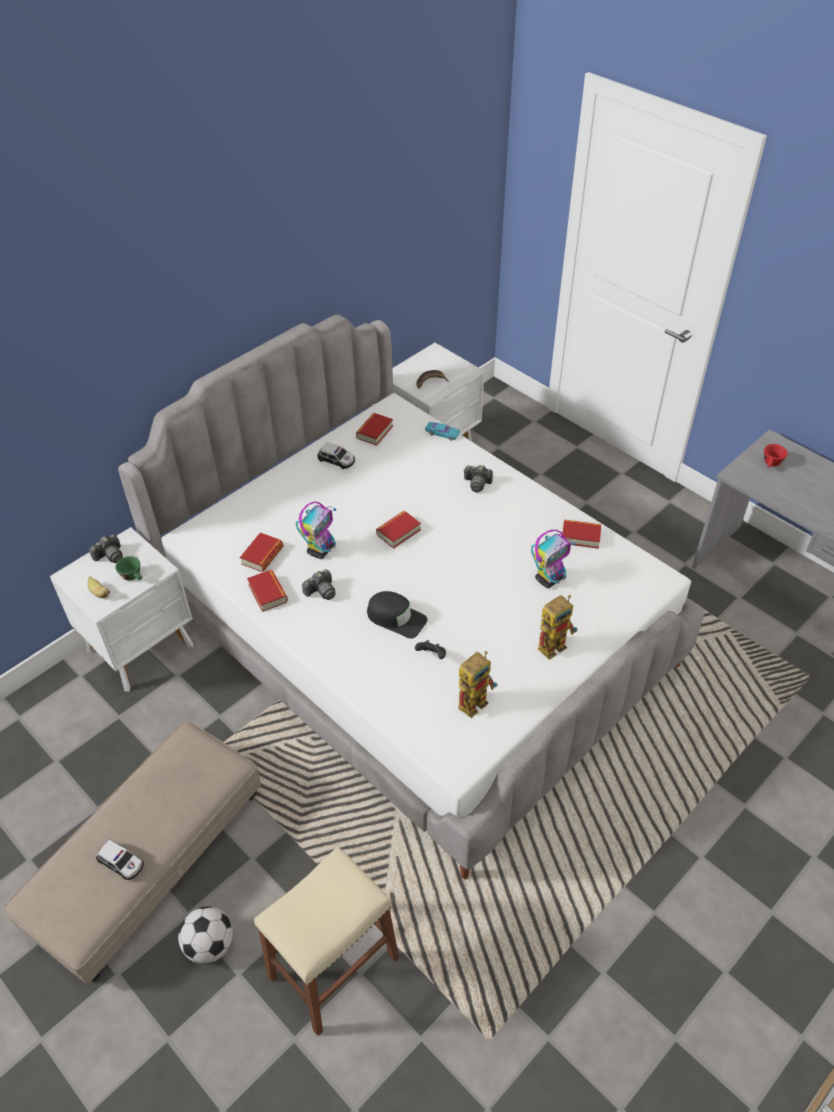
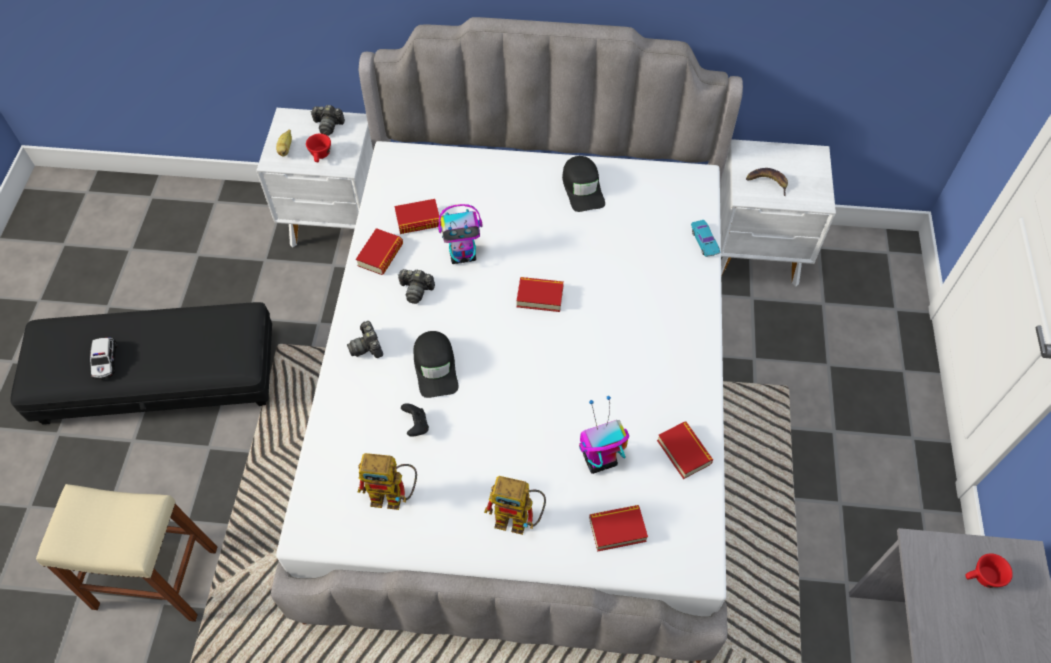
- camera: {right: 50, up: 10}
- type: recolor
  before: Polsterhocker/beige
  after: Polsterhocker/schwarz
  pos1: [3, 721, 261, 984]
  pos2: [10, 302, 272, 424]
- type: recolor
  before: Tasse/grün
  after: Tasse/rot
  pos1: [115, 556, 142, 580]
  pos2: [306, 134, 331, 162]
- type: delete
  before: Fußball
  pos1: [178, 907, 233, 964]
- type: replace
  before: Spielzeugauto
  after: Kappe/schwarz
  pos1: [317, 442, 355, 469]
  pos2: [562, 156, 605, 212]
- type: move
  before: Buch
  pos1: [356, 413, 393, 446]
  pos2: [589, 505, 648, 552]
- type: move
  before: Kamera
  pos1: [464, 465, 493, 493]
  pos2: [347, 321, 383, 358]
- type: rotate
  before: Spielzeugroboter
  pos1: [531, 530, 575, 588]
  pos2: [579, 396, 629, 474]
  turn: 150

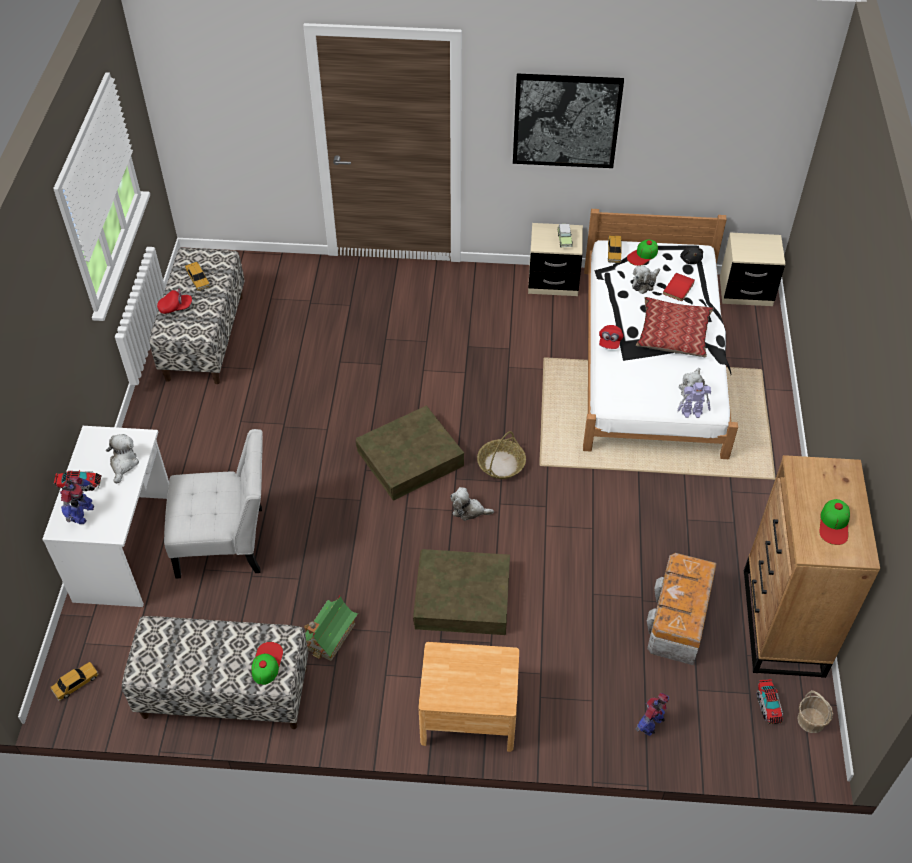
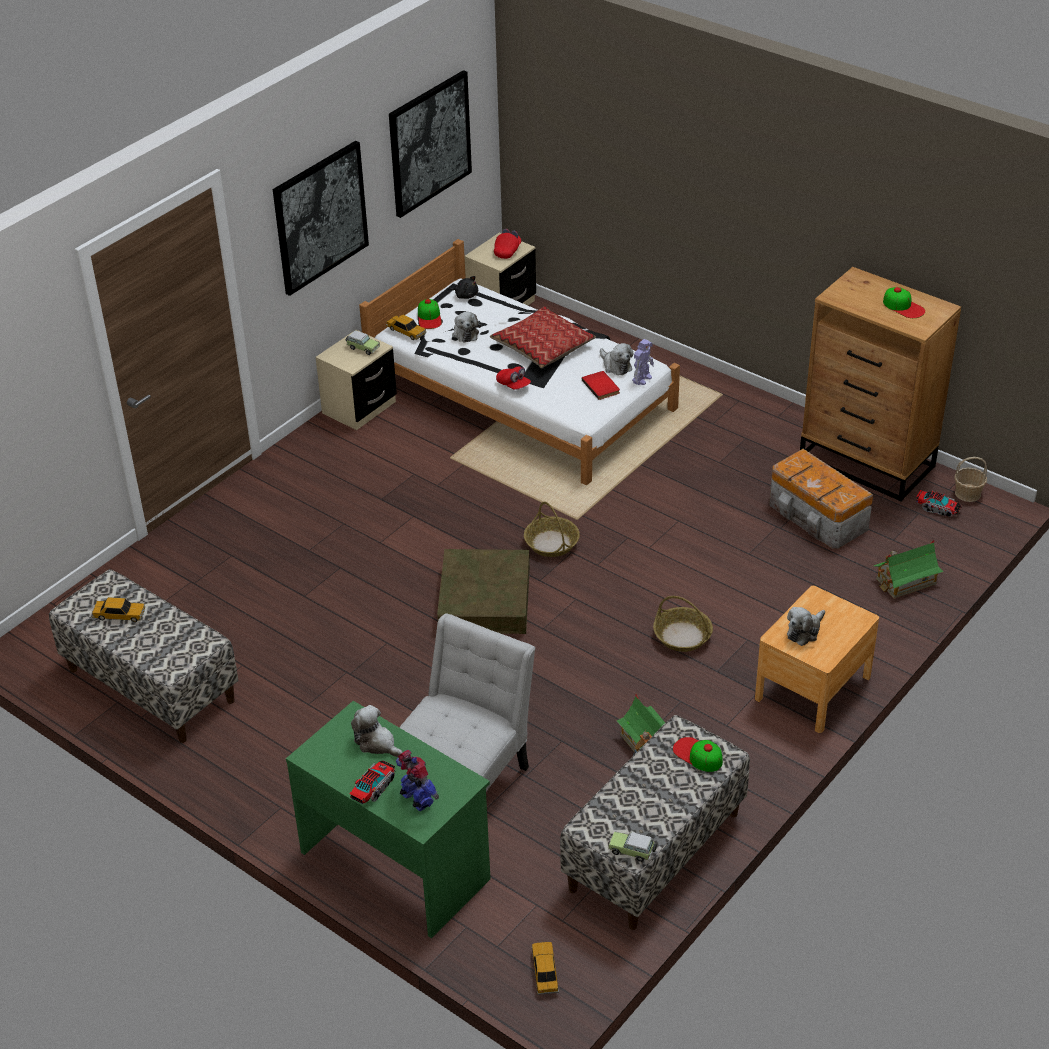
- camera: {right: -55, up: -10}
- type: recolor
  before: Schreibtisch/weiß
  after: Schreibtisch/grün
  pos1: [42, 426, 169, 607]
  pos2: [286, 701, 491, 938]
- type: move
  before: Kappe/rot
  pos1: [157, 289, 192, 314]
  pos2: [494, 229, 521, 259]
- type: replace
  before: Aufbewahrungsbox/braun
  after: Korb
  pos1: [413, 549, 510, 635]
  pos2: [653, 596, 713, 652]
- type: move
  before: Plüschtier
  pos1: [451, 487, 494, 521]
  pos2: [787, 607, 825, 646]
- type: replace
  before: Spielzeugroboter
  after: Spielzeughaus
  pos1: [635, 693, 669, 736]
  pos2: [873, 540, 943, 599]
- type: move
  before: Buch/rot
  pos1: [663, 273, 695, 301]
  pos2: [582, 371, 620, 400]
- type: insert
  after: Bild
  pos2: [389, 70, 472, 218]
- type: insert
  after: Spielzeugauto
  pos2: [609, 832, 657, 862]

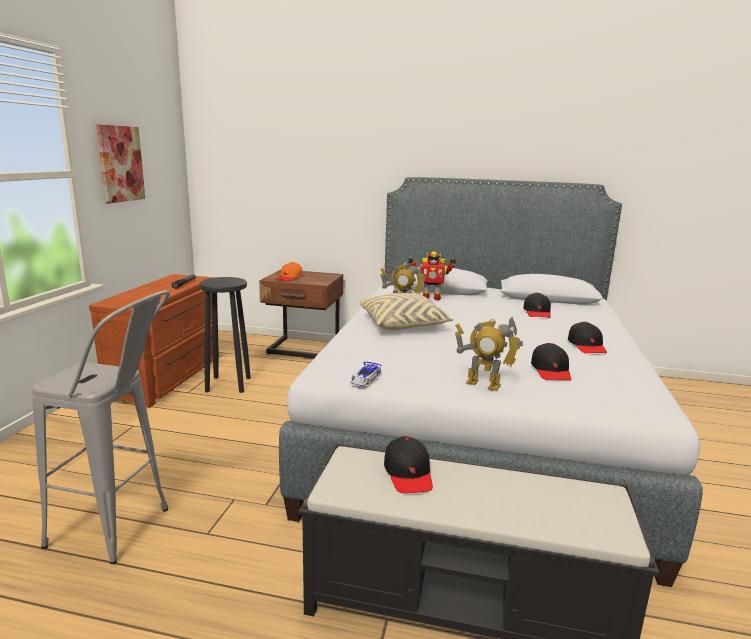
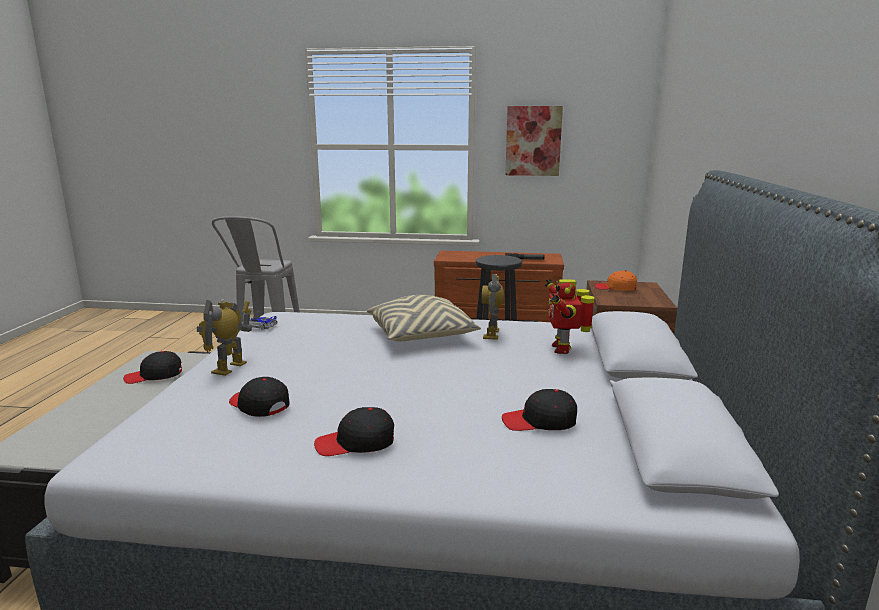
- camera: {right: 85, up: 0}
- type: rotate
  before: Kappe/schwarz
  pos1: [531, 343, 571, 381]
  pos2: [229, 377, 290, 417]
  turn: 45

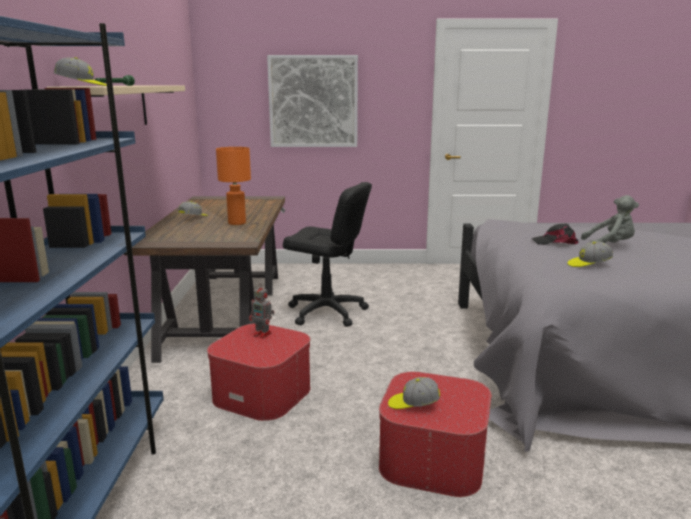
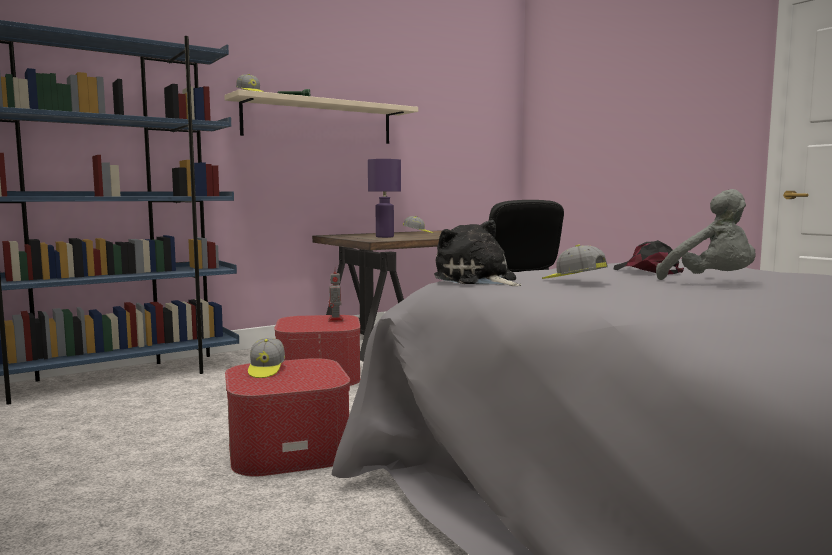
- camera: {right: 55, up: -10}
- type: delete
  before: Tischlampe/orange
  pos1: [216, 147, 251, 225]
- type: delete
  before: Bild
  pos1: [267, 55, 358, 147]
- type: rotate
  before: Kappe
  pos1: [388, 377, 440, 409]
  pos2: [248, 338, 285, 378]
  turn: -150
- type: insert
  after: Tischlampe/lila
  pos2: [368, 159, 401, 238]
- type: insert
  after: Plüschtier
  pos2: [434, 220, 521, 286]

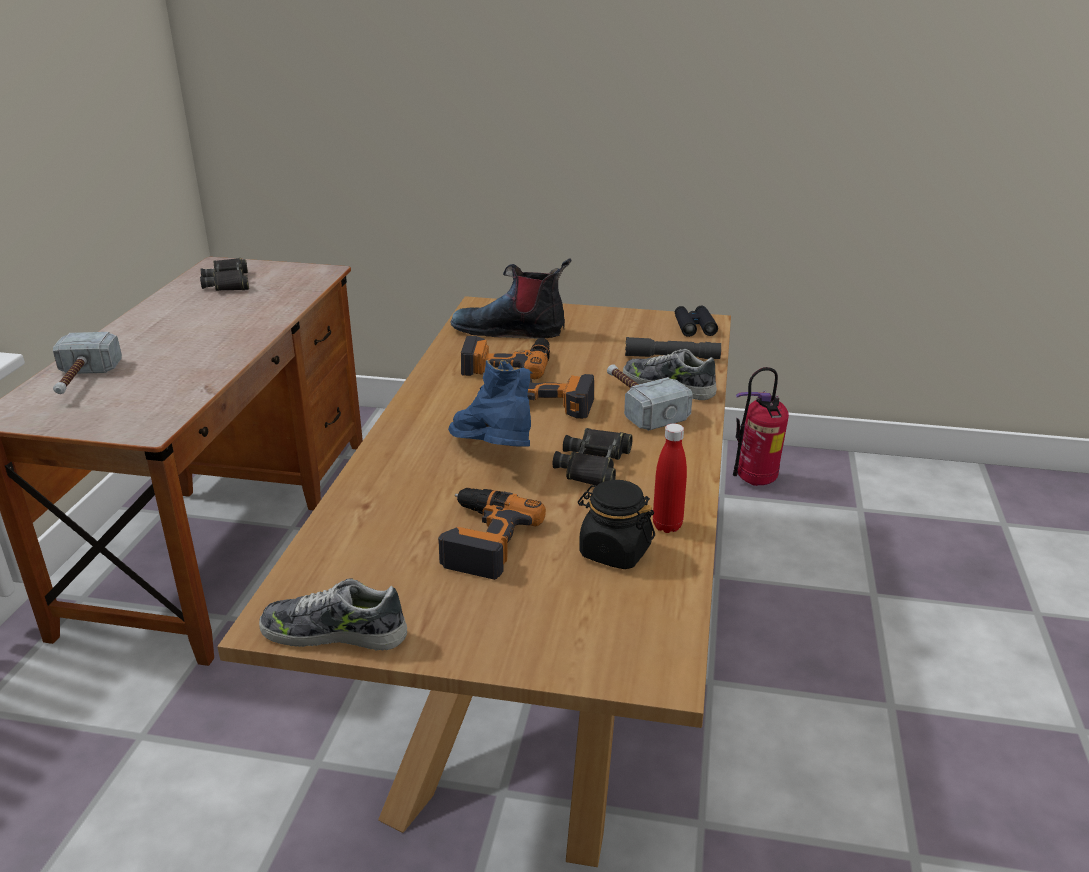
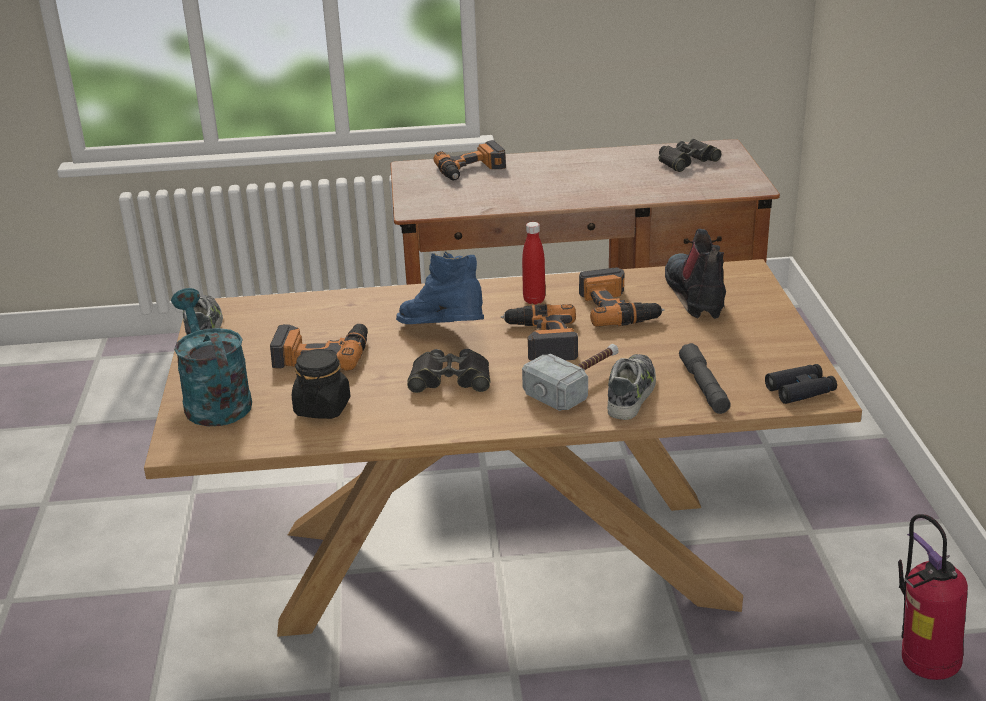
- camera: {right: 75, up: 0}
- type: replace
  before: Hammer
  after: Bohrmaschine
  pos1: [53, 332, 122, 394]
  pos2: [434, 140, 506, 181]
- type: rotate
  before: Stiefel/blau
  pos1: [448, 360, 533, 447]
  pos2: [396, 251, 484, 324]
  turn: -90
- type: move
  before: Flasche/rot
  pos1: [653, 424, 687, 533]
  pos2: [522, 222, 545, 305]
- type: insert
  after: Gießkanne/türkis
  pos2: [171, 288, 252, 426]

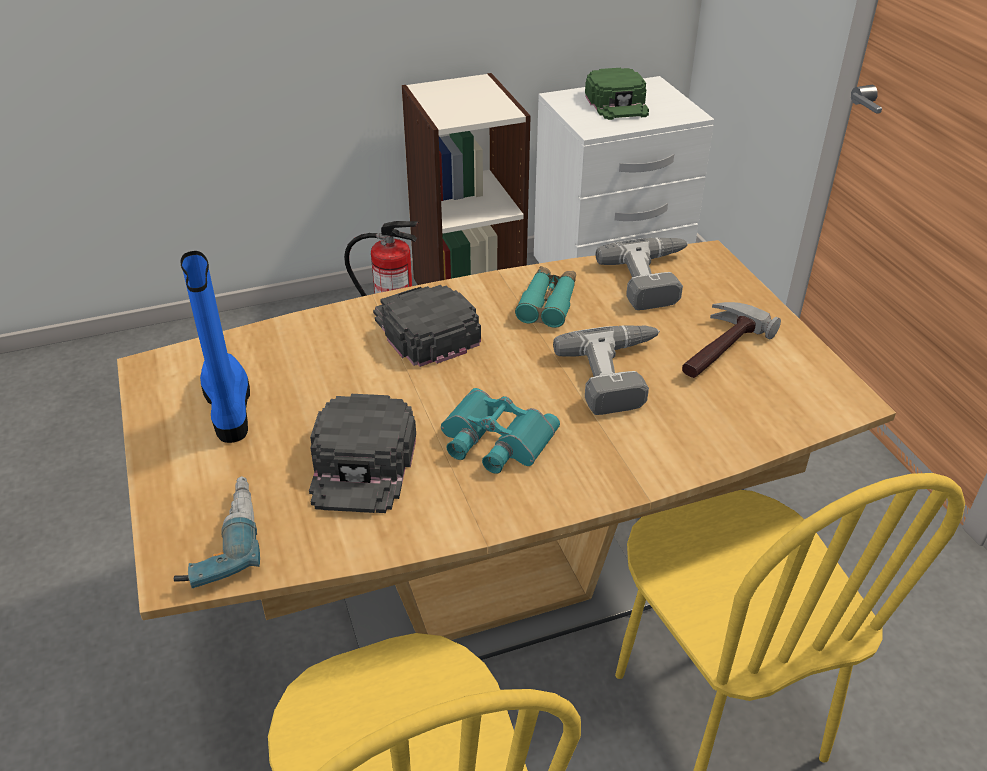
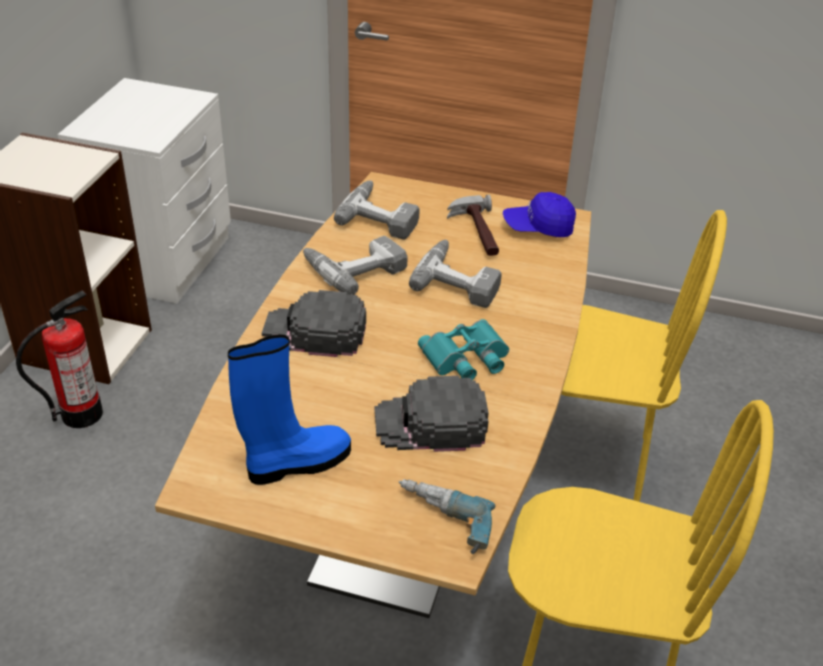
- camera: {right: -55, up: 0}
- type: rotate
  before: Stiefel/blau
  pos1: [180, 251, 250, 443]
  pos2: [228, 334, 351, 485]
  turn: 135
- type: rotate
  before: Kappe/schwarz
  pos1: [309, 394, 416, 513]
  pos2: [374, 376, 489, 452]
  turn: 135
- type: replace
  before: Fernglas/türkis
  after: Bohrmaschine
  pos1: [515, 266, 576, 328]
  pos2: [303, 236, 408, 295]
- type: delete
  before: Kappe/grün
  pos1: [585, 68, 649, 120]
- type: insert
  after: Kappe/blau
  pos2: [503, 192, 576, 237]

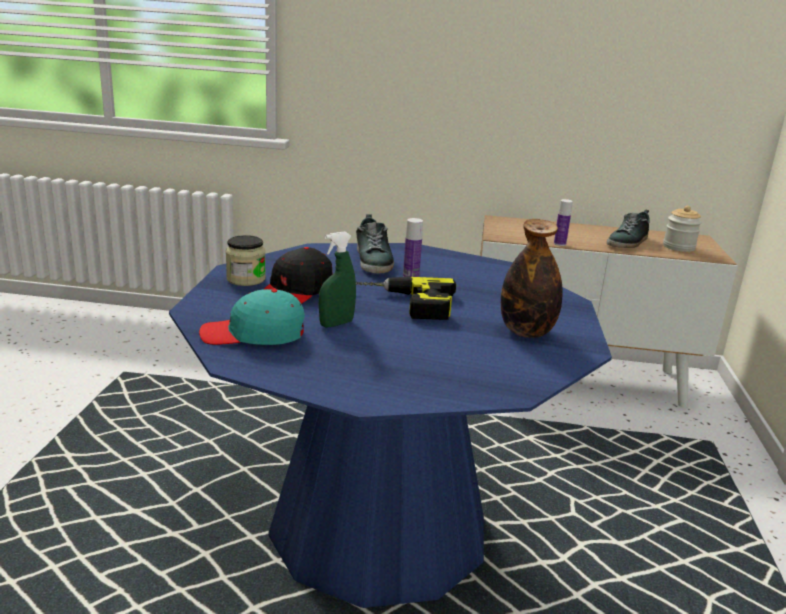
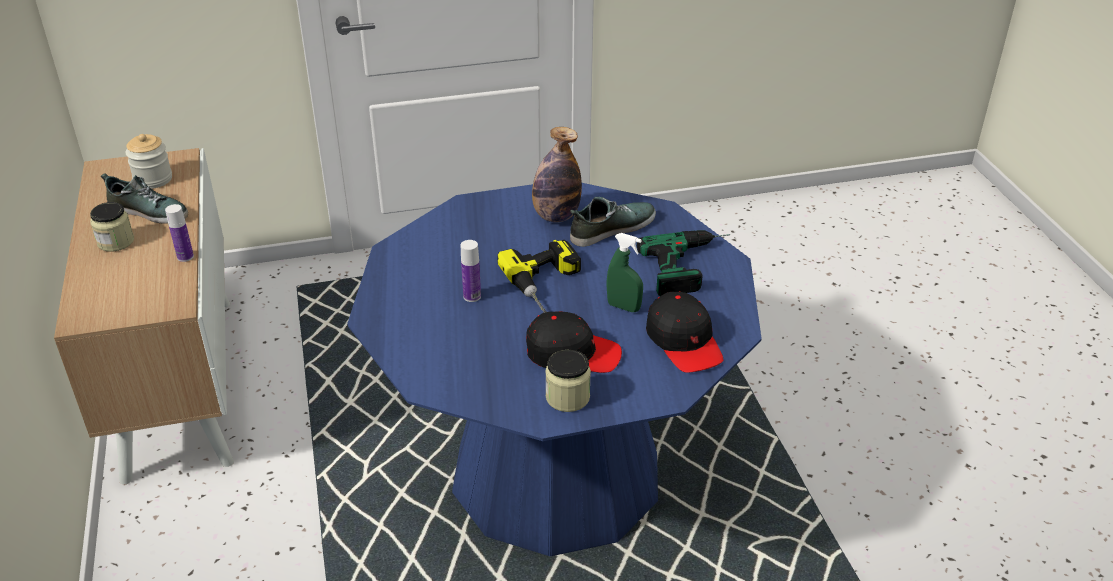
- camera: {right: -110, up: 15}
- type: recolor
  before: Kappe/türkis
  after: Kappe/schwarz
  pos1: [199, 289, 305, 345]
  pos2: [646, 291, 723, 373]
- type: move
  before: Schuh
  pos1: [356, 214, 394, 273]
  pos2: [570, 197, 656, 247]
- type: insert
  after: Vorratsglas
  pos2: [90, 202, 134, 252]
- type: insert
  after: Bohrmaschine
  pos2: [637, 230, 731, 296]

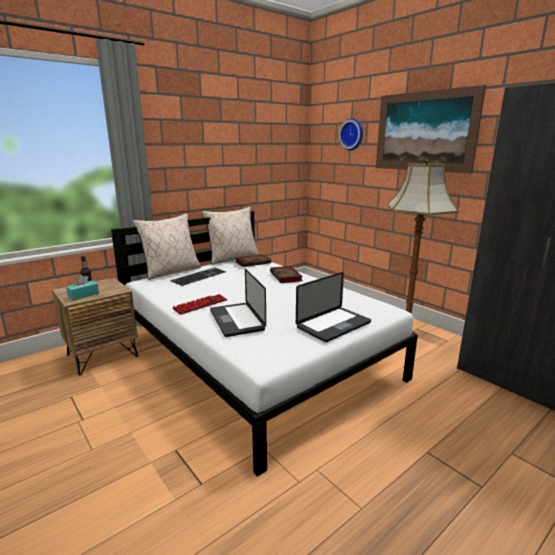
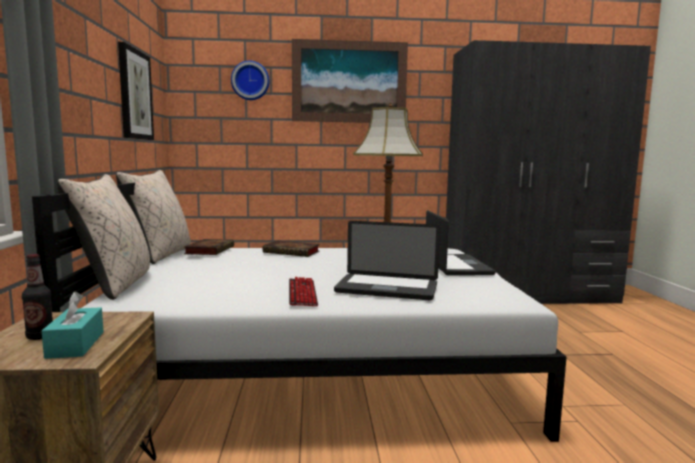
- camera: {right: -55, up: -10}
- type: delete
  before: Tastatur
  pos1: [170, 267, 226, 286]
- type: insert
  after: Bild
  pos2: [118, 42, 154, 140]

